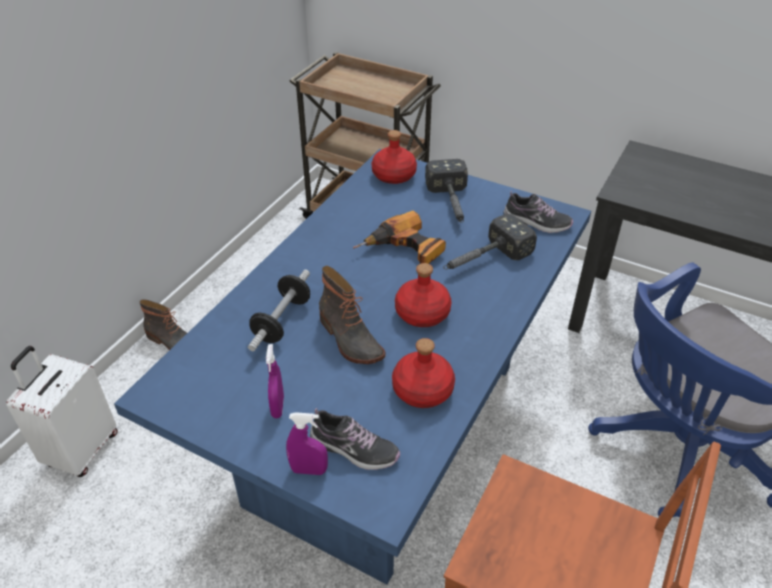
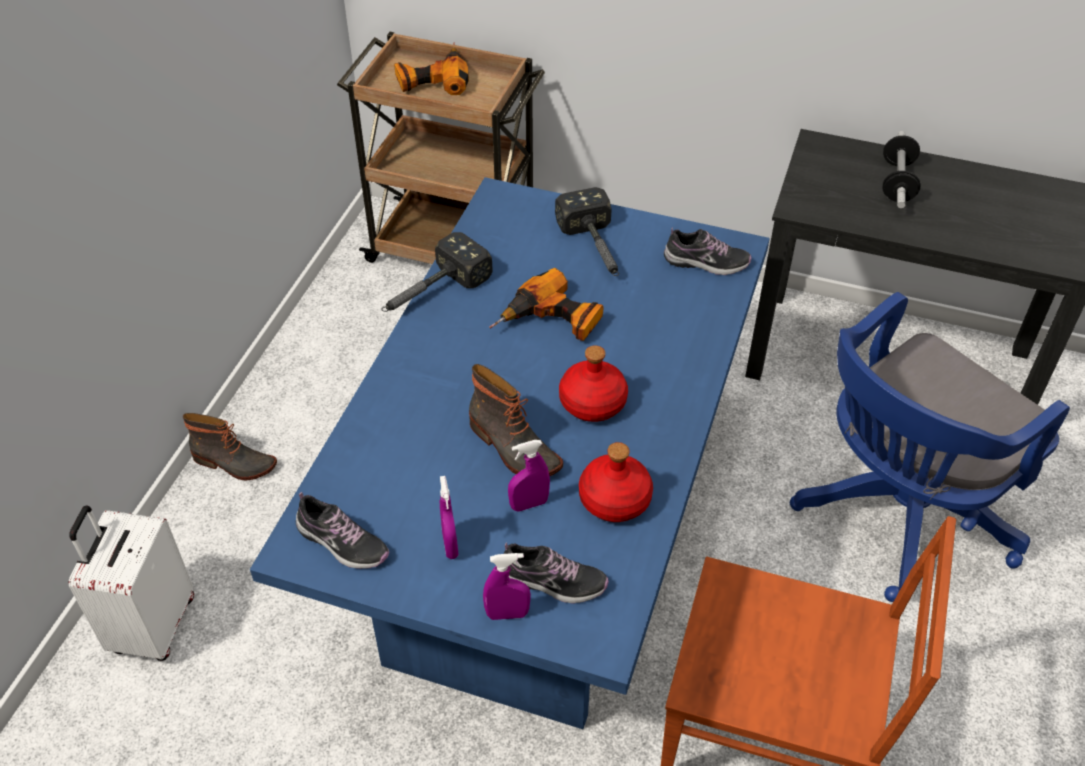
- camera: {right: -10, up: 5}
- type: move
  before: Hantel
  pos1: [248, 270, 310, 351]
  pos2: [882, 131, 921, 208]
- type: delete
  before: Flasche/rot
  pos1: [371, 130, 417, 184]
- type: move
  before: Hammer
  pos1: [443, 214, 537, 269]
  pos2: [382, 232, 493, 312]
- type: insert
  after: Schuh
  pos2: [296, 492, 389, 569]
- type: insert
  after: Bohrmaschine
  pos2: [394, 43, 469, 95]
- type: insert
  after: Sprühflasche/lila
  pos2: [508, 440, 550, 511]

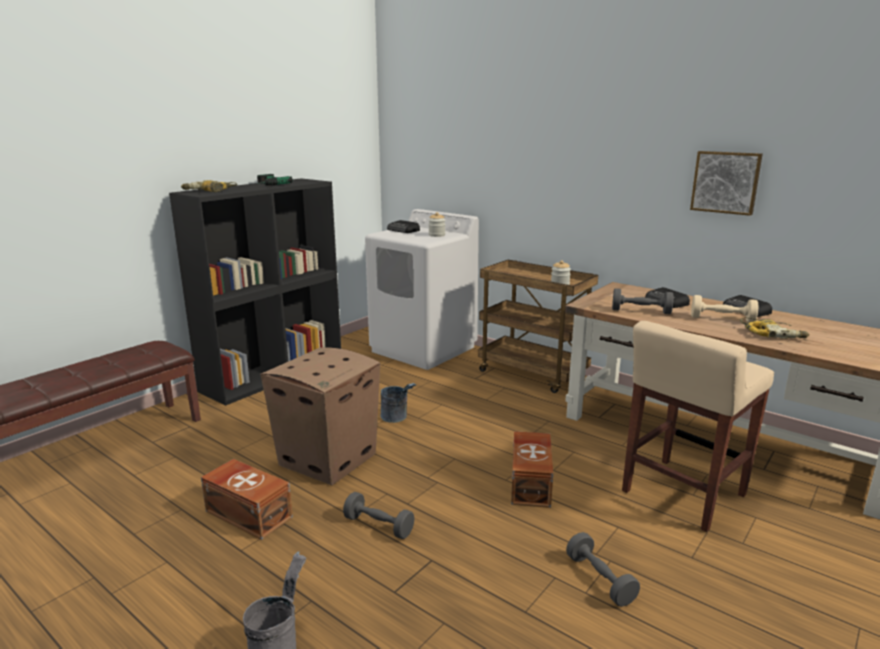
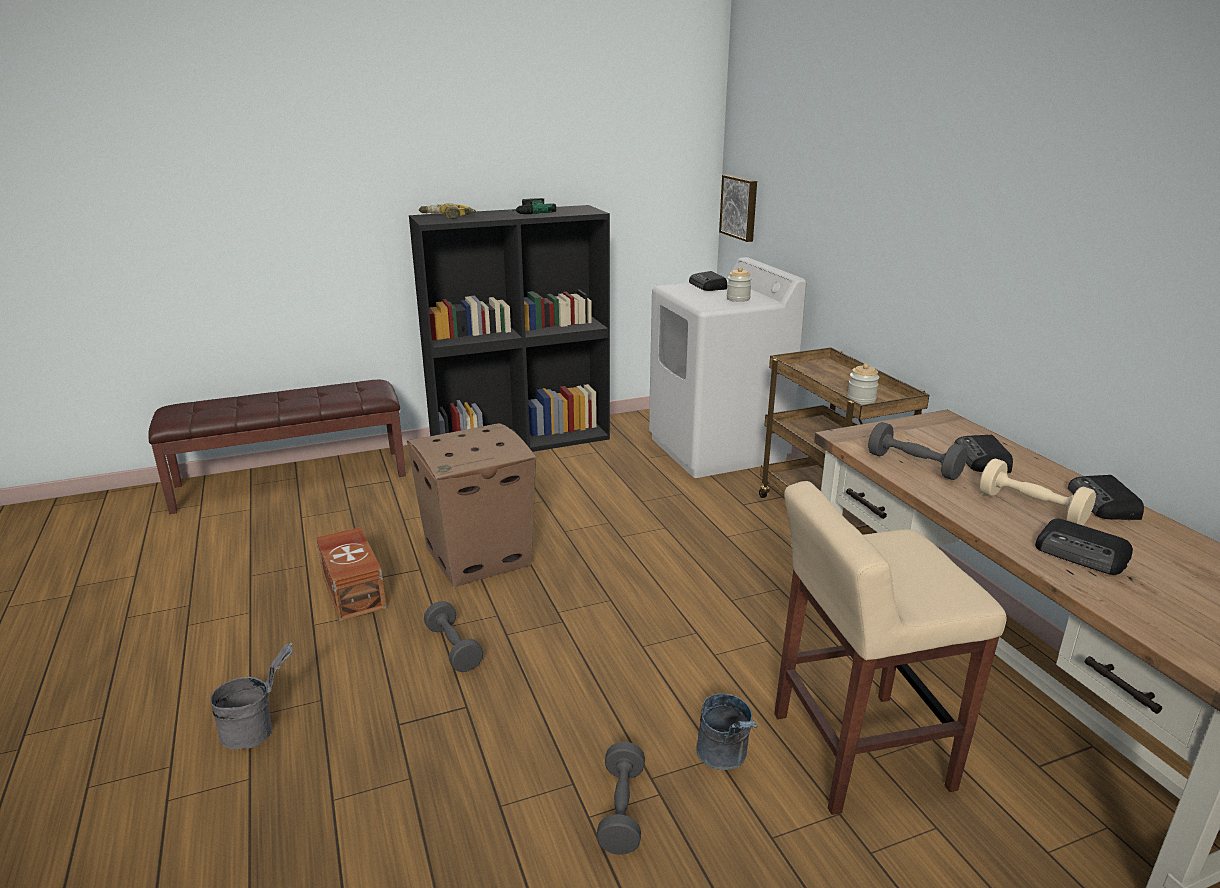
- camera: {right: 30, up: 5}
- type: move
  before: Eimer/grau
  pos1: [380, 383, 416, 423]
  pos2: [696, 693, 758, 770]
- type: delete
  before: Aufbewahrungsbox/braun
  pos1: [511, 431, 553, 508]
- type: move
  before: Bild
  pos1: [690, 151, 763, 216]
  pos2: [719, 175, 757, 242]
- type: replace
  before: Bohrmaschine
  after: Radio
  pos1: [740, 317, 810, 339]
  pos2: [1035, 519, 1133, 575]

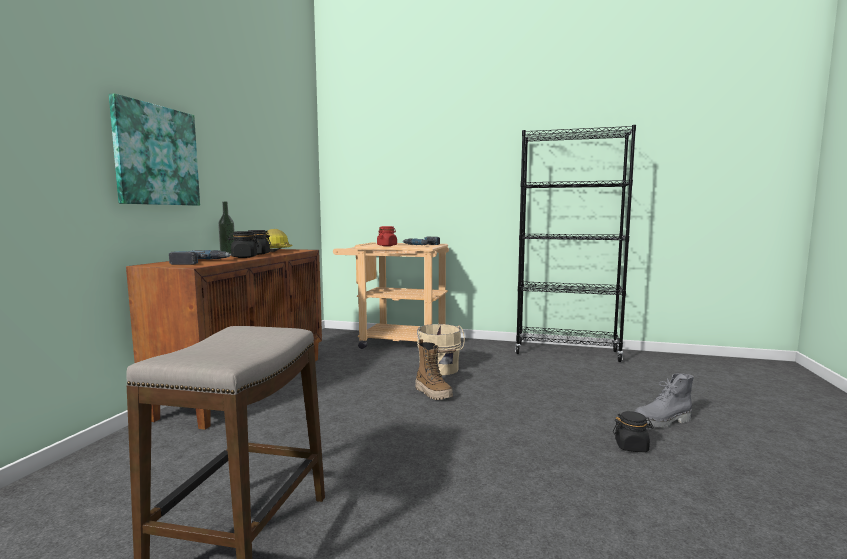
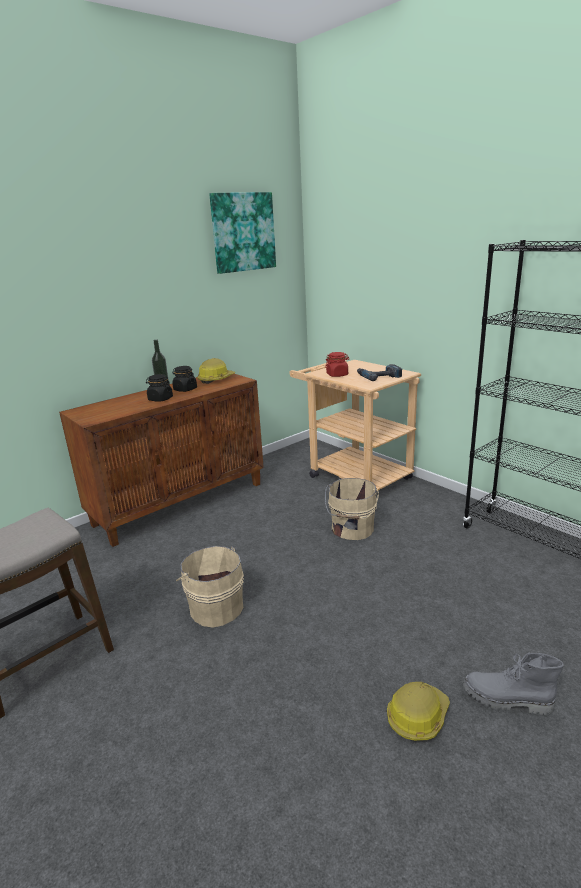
- camera: {right: 35, up: 15}
- type: move
  before: Bild
  pos1: [109, 93, 200, 206]
  pos2: [209, 192, 276, 274]
- type: delete
  before: Bohrmaschine
  pos1: [169, 250, 231, 265]
- type: delete
  before: Stiefel
  pos1: [415, 339, 453, 400]
- type: replace
  before: Vorratsglas/schwarz
  after: Schutzhelm
  pos1: [613, 411, 654, 452]
  pos2: [387, 682, 450, 741]
- type: insert
  after: Eimer/beige
  pos2: [176, 546, 244, 628]

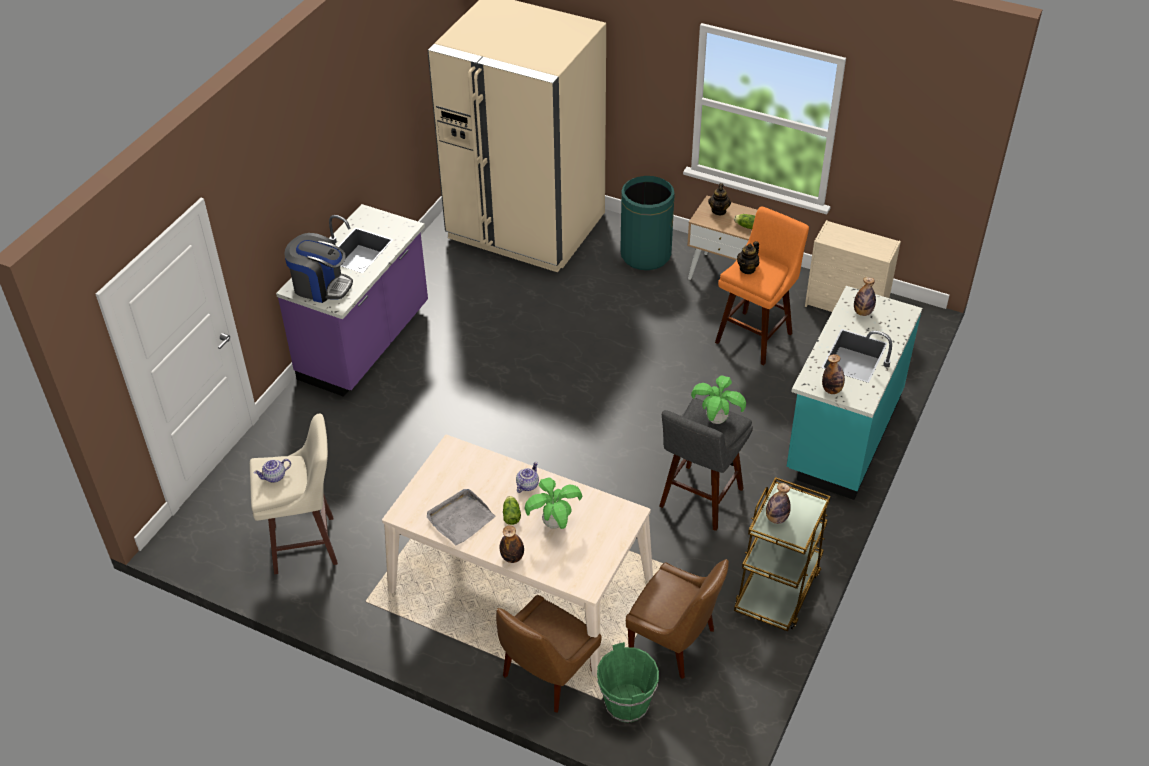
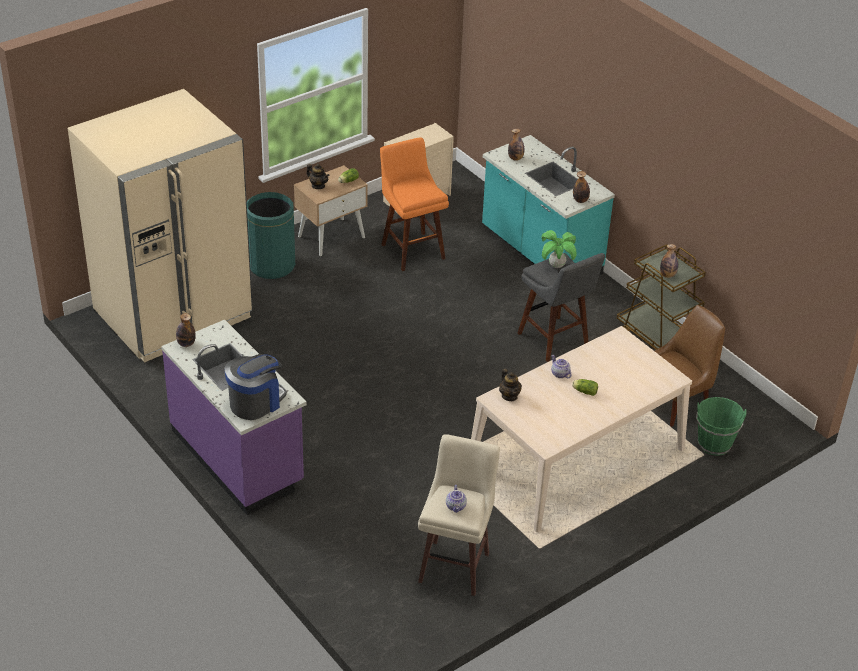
- camera: {right: -65, up: -5}
- type: delete
  before: Tablett/grau
  pos1: [427, 489, 495, 545]
- type: delete
  before: Stuhl/braun
  pos1: [496, 595, 602, 713]
- type: move
  before: Flasche
  pos1: [500, 525, 524, 563]
  pos2: [176, 313, 196, 347]
- type: delete
  before: Topfpflanze
  pos1: [525, 477, 582, 529]
- type: move
  before: Teekanne
  pos1: [737, 241, 759, 274]
  pos2: [499, 369, 522, 401]

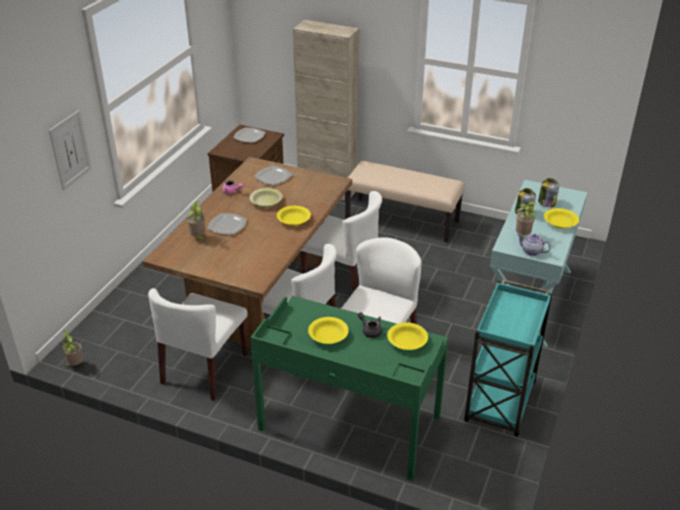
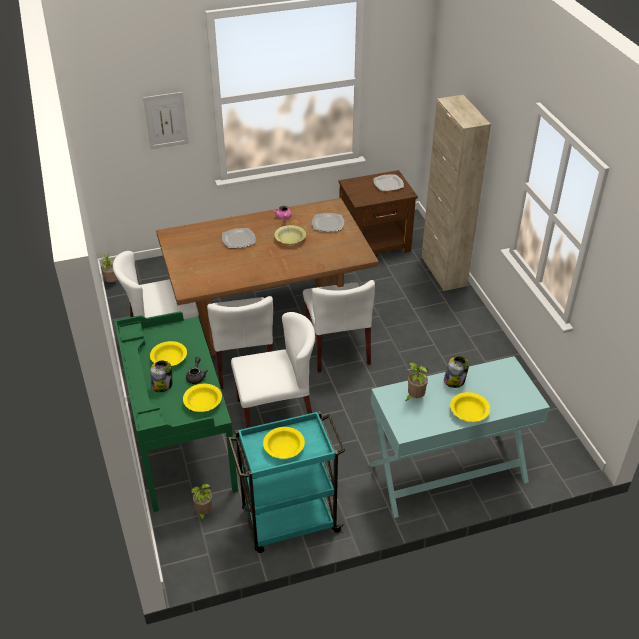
- camera: {right: 50, up: 5}
- type: move
  before: Topfpflanze
  pos1: [187, 201, 205, 241]
  pos2: [190, 483, 212, 521]
- type: move
  before: Schüssel/gelb
  pos1: [277, 206, 311, 226]
  pos2: [263, 427, 305, 459]
- type: delete
  before: Bank/beige
  pos1: [345, 161, 465, 242]
- type: delete
  before: Teekanne
  pos1: [517, 233, 551, 256]
- type: move
  before: Vorratsglas
  pos1: [538, 178, 559, 207]
  pos2: [150, 361, 172, 392]

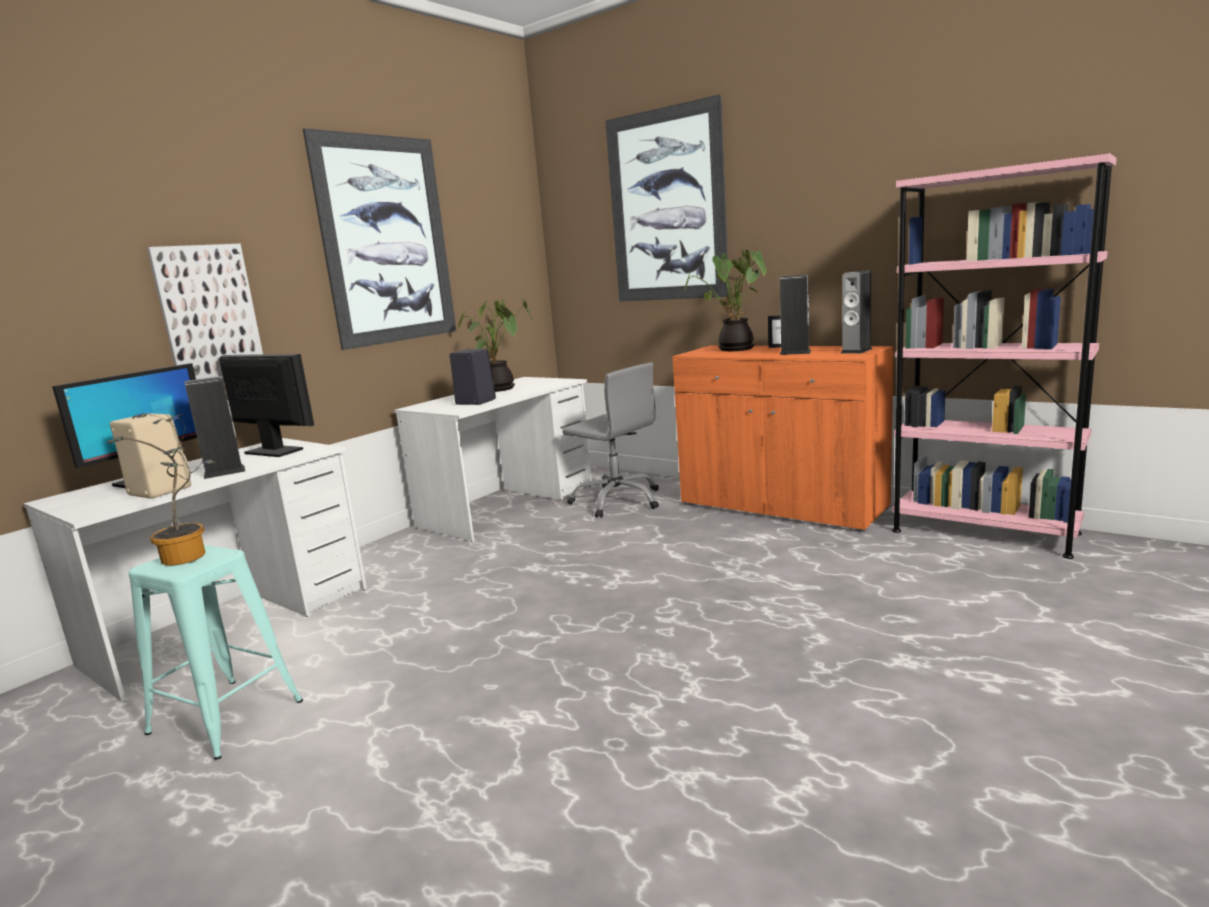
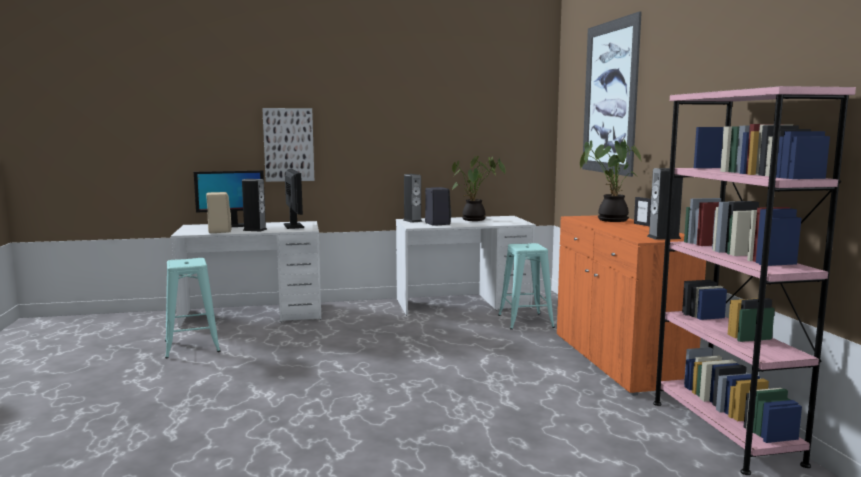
- camera: {right: 40, up: -5}
- type: delete
  before: Topfpflanze
  pos1: [107, 413, 218, 566]
- type: delete
  before: Bild
  pos1: [303, 128, 456, 350]
- type: replace
  before: Bürostuhl/grau
  after: Hocker/türkis
  pos1: [562, 363, 659, 518]
  pos2: [498, 243, 555, 330]
- type: move
  before: Lautsprecher
  pos1: [779, 275, 811, 355]
  pos2: [403, 174, 422, 223]

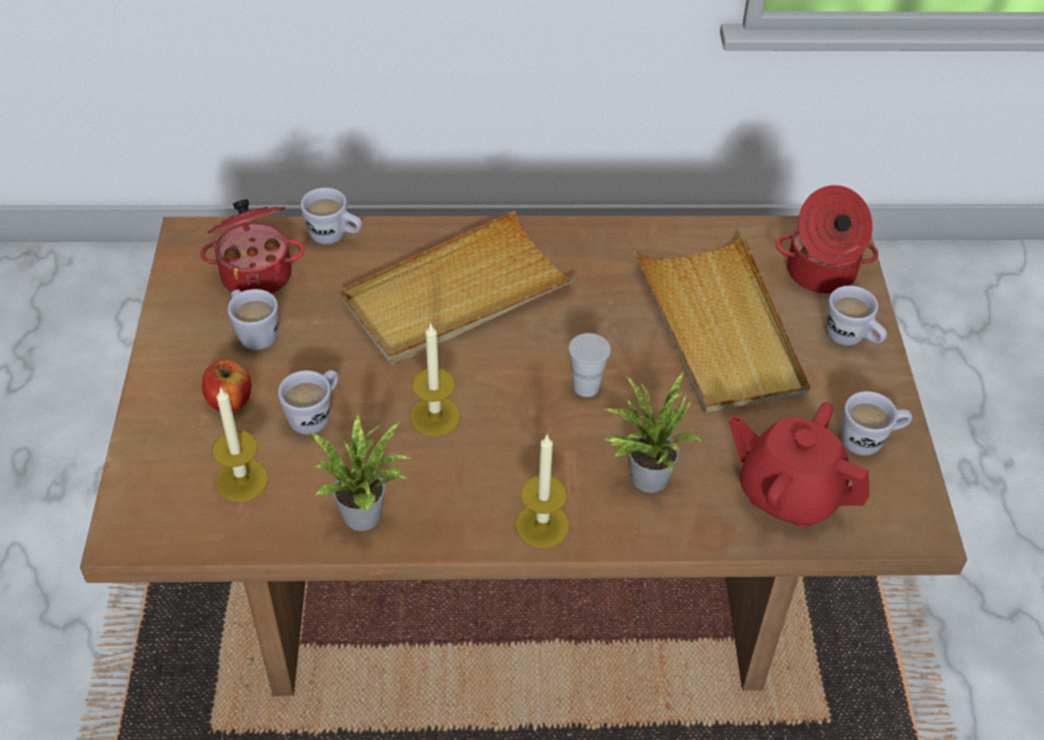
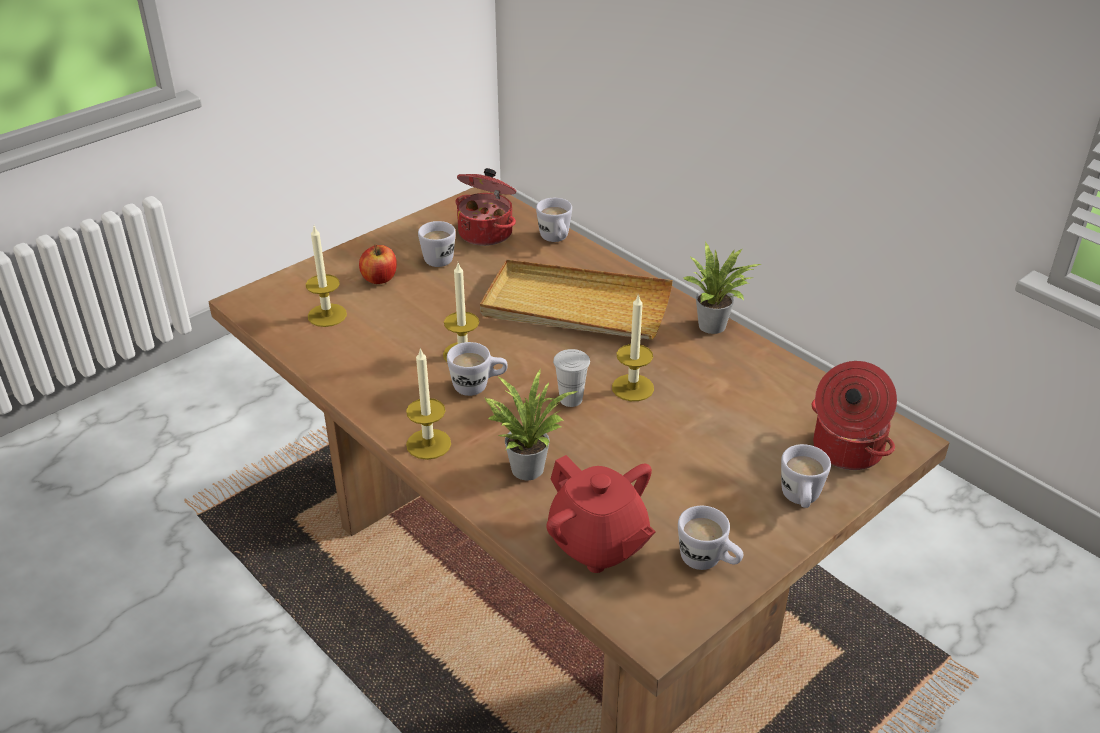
- camera: {right: 50, up: -10}
- type: move
  before: Henkelbecher/weiß
  pos1: [278, 370, 339, 434]
  pos2: [447, 342, 508, 396]
- type: move
  before: Topfpflanze
  pos1: [309, 413, 411, 531]
  pos2: [683, 242, 761, 334]
- type: delete
  before: Tablett/beige
  pos1: [634, 234, 810, 413]
- type: rotate
  before: Teekanne/rot
  pos1: [729, 402, 870, 528]
  pos2: [546, 455, 656, 573]
  turn: 150
- type: insert
  after: Kerze
  pos2: [612, 293, 654, 401]

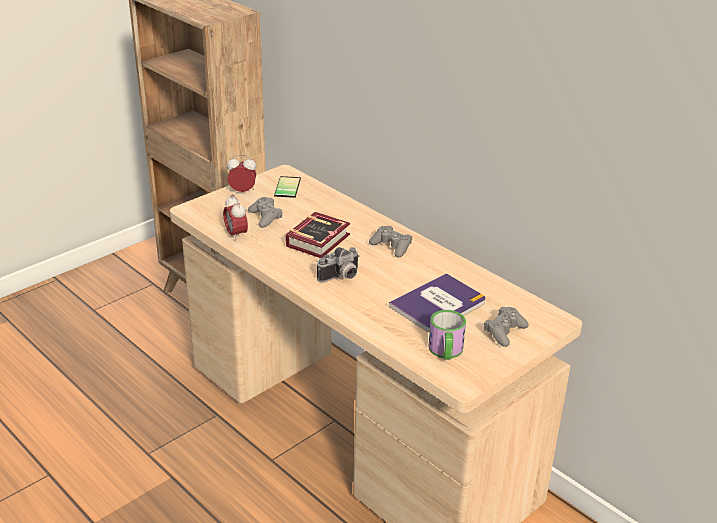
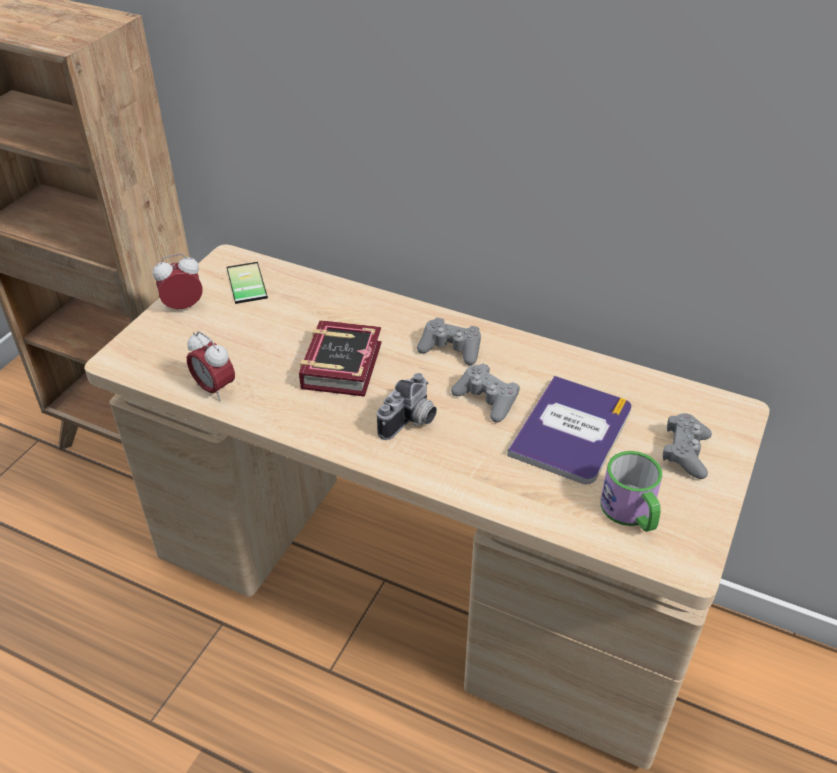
- camera: {right: -20, up: 10}
- type: move
  before: Gamepad/grau
  pos1: [248, 197, 282, 228]
  pos2: [451, 364, 520, 423]

